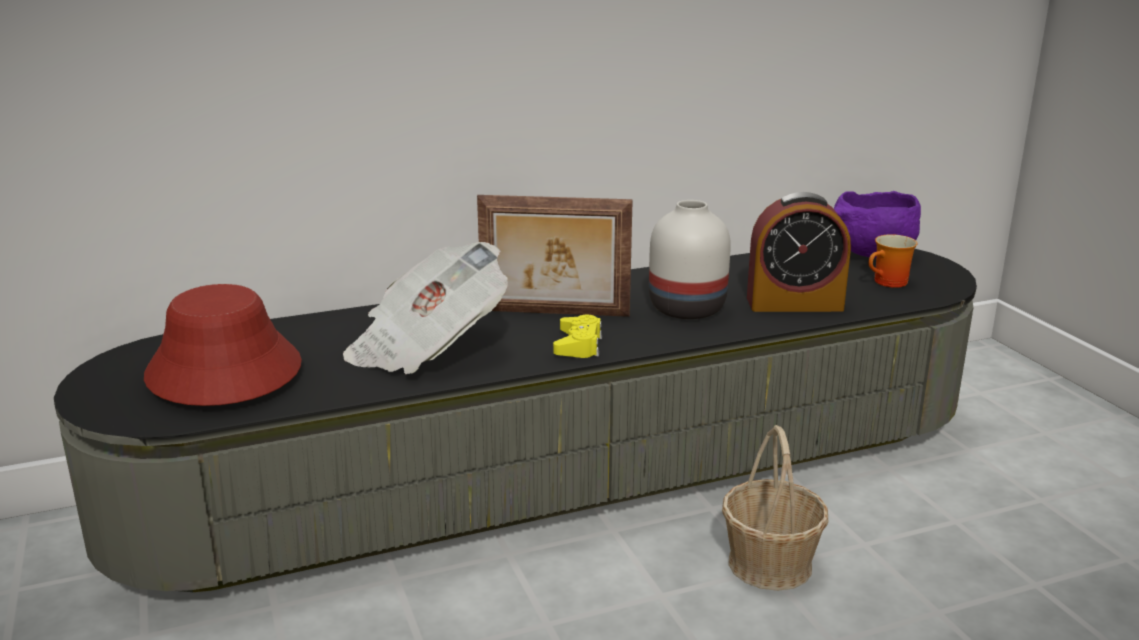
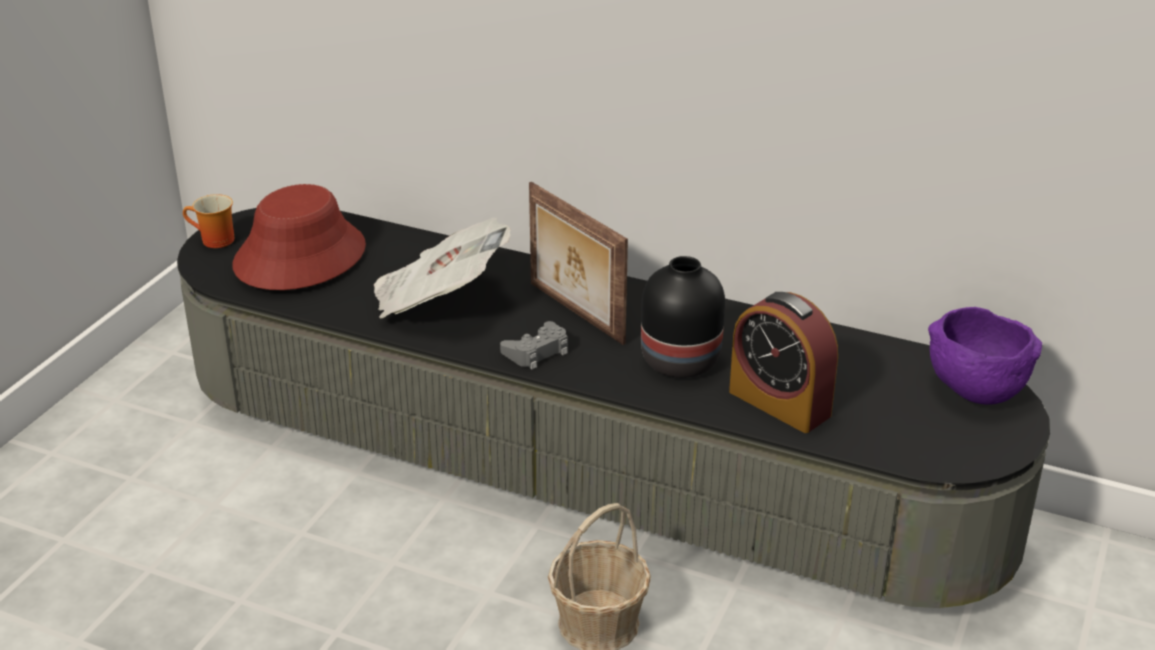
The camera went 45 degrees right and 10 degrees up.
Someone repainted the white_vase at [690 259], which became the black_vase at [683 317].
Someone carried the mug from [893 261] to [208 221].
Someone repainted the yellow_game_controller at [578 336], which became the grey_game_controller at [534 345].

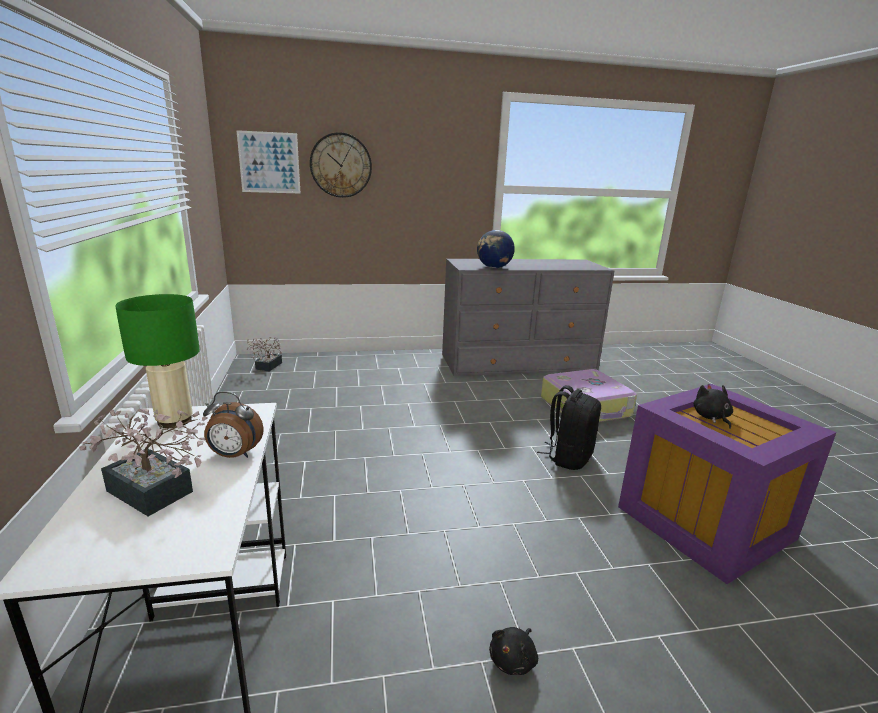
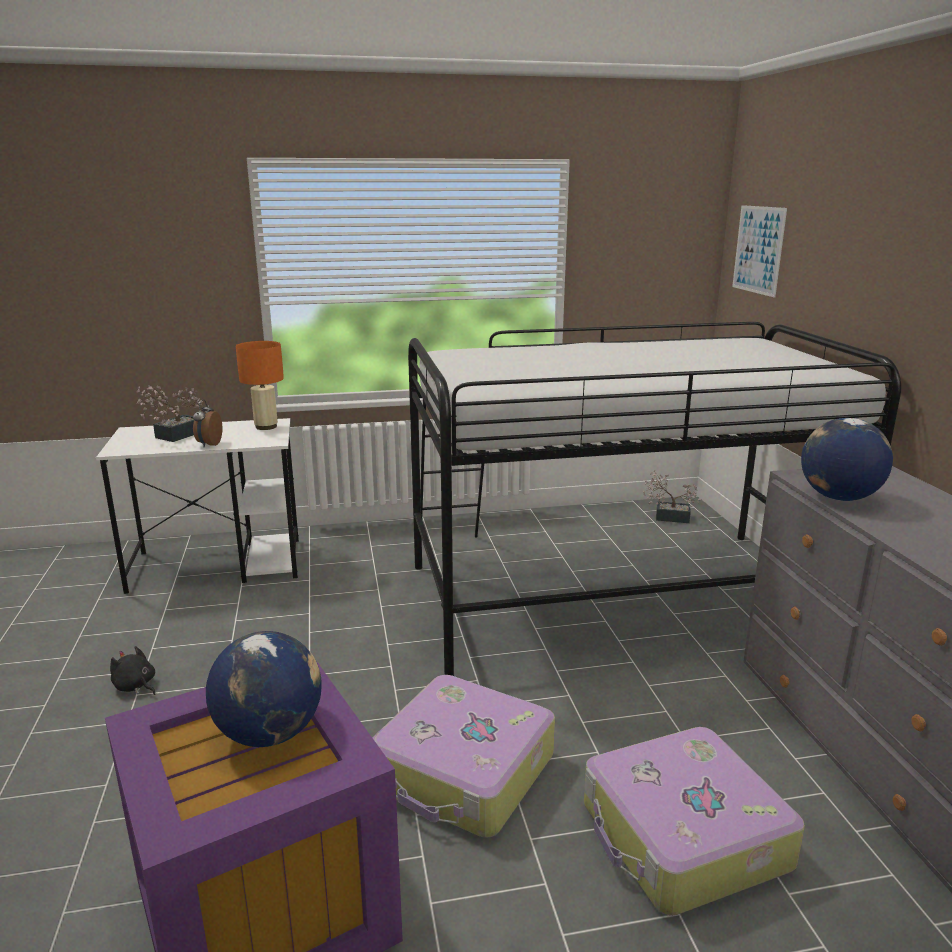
The camera went 90 degrees right and 0 degrees up.
Someone took away the wall_clock at [341 165].
Someone repainted the green_table_lamp at [157 361], which became the orange_table_lamp at [260 385].
Someone swapped the black_plush_toy at [713 406] for the globe at [264 689].
Someone swapped the black_backpack at [569 427] for the suitcase at [463 756].
Someone put down the black_bed at [654 499].

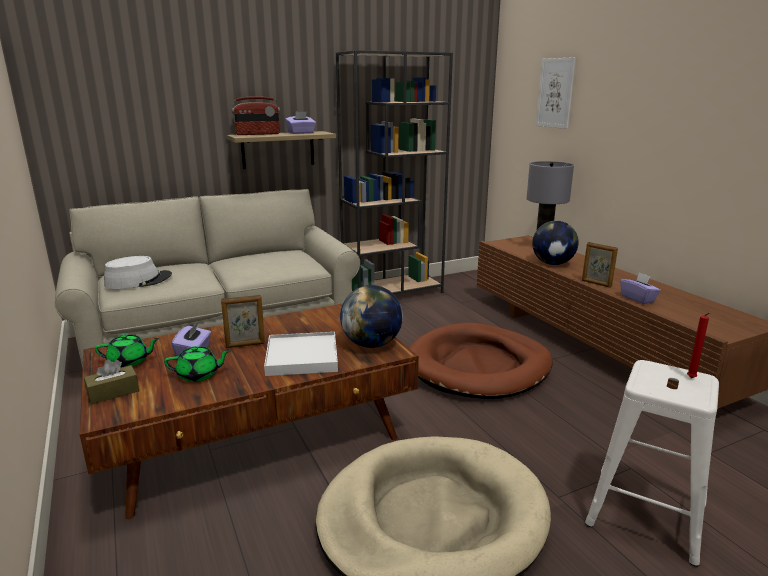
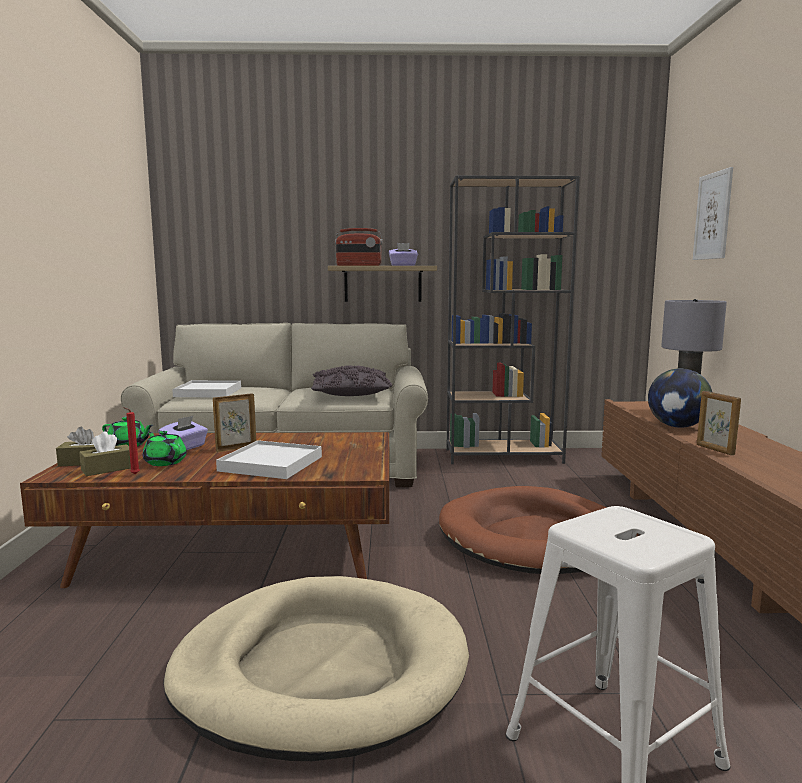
The camera went 25 degrees right and 10 degrees down.
Someone swapped the grey_hat at [138 272] for the white_tray at [206 388].
Someone took away the purple_tissue_box at [640 288].
Someone took away the globe at [371 316].
Someone rotated the picture_frame at [243 321] by 135 degrees clockwise.
Someone carried the red_candle from [698 345] to [131 441].
Someone rotated the green_teapot at [197 364] by 150 degrees counterclockwise.
Someone put down the black_pillow at [351 380].
Someone put down the brown_tissue_box at [105 453].

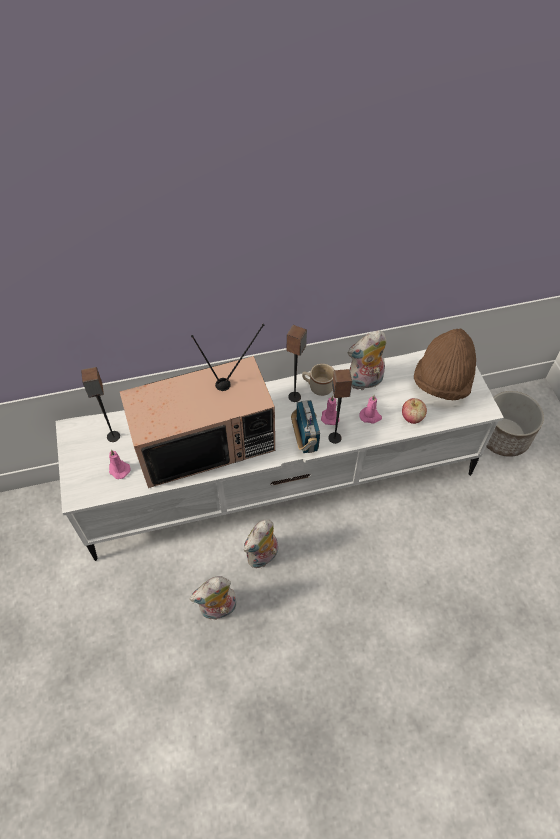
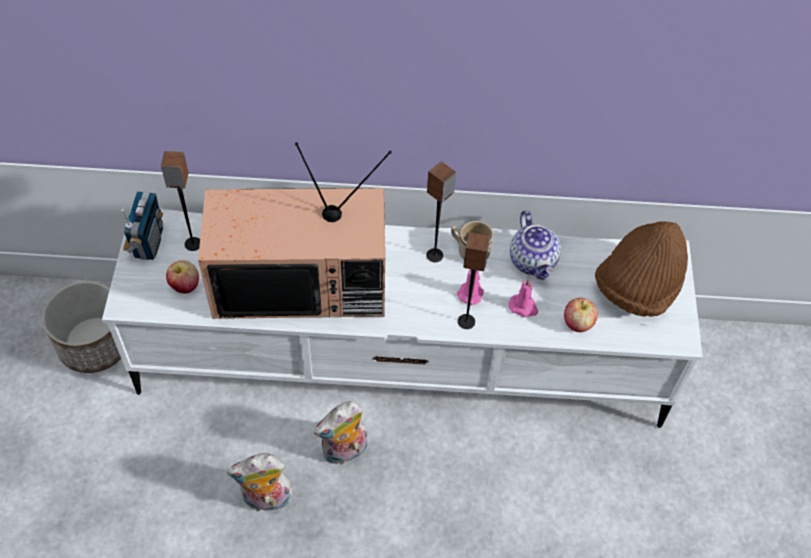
The camera went 15 degrees right and 0 degrees up.
Someone swapped the plush_toy at [367 360] for the teapot at [535 245].
Someone carried the planter from [515 424] to [81 327].
Someone carried the radio from [305 426] to [142 225].
Someone swapped the pink_candle at [119 464] for the apple at [182 276].

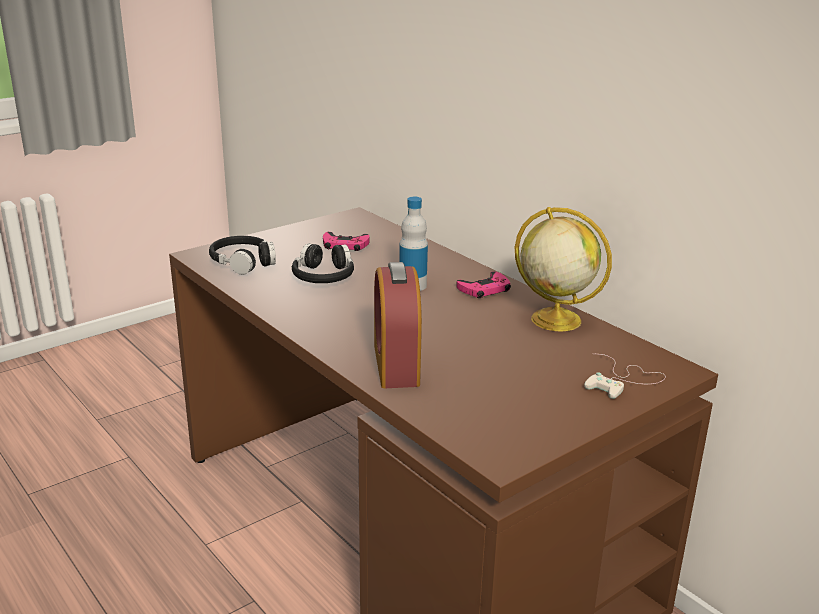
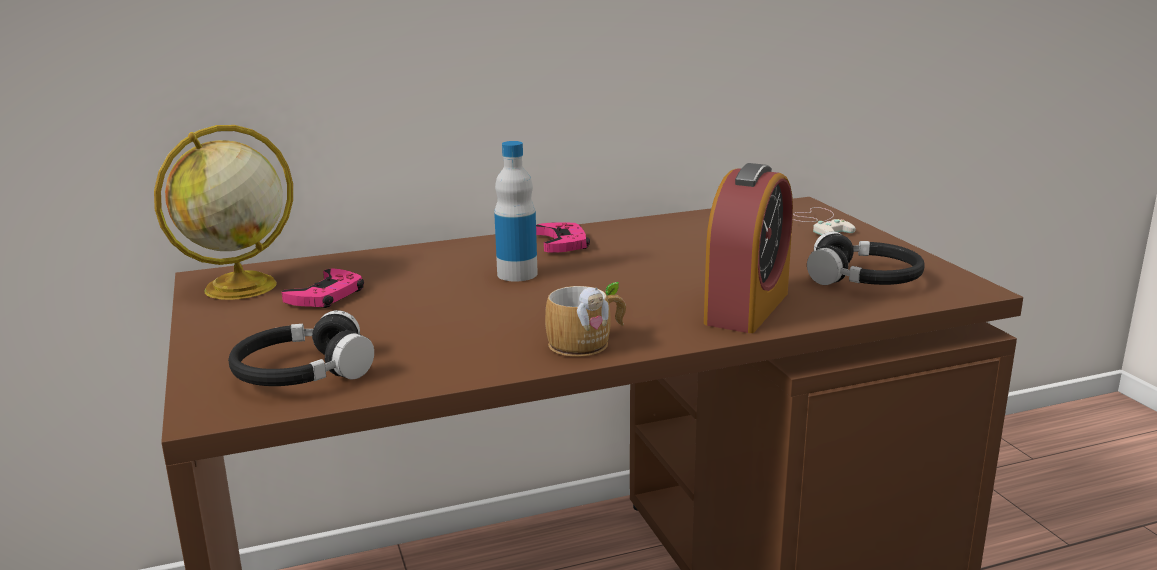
The camera went 70 degrees left and 5 degrees down.
Someone carried the globe from [563 269] to [223 212].
Someone carried the black_headphones from [323 263] to [866 258].
Someone rotated the alarm_clock at [398 325] by 75 degrees counterclockwise.
Someone put down the mug at [585 319].

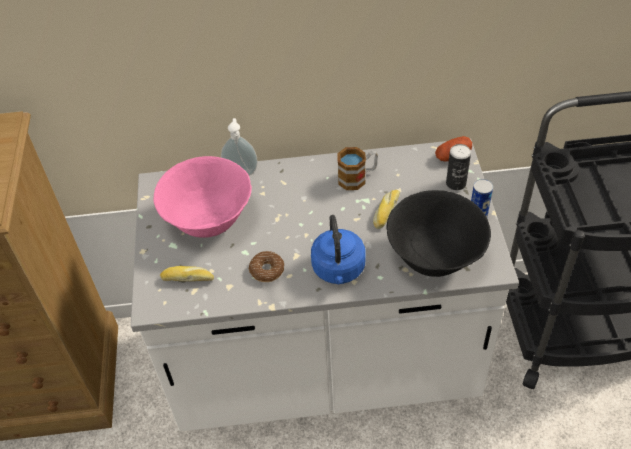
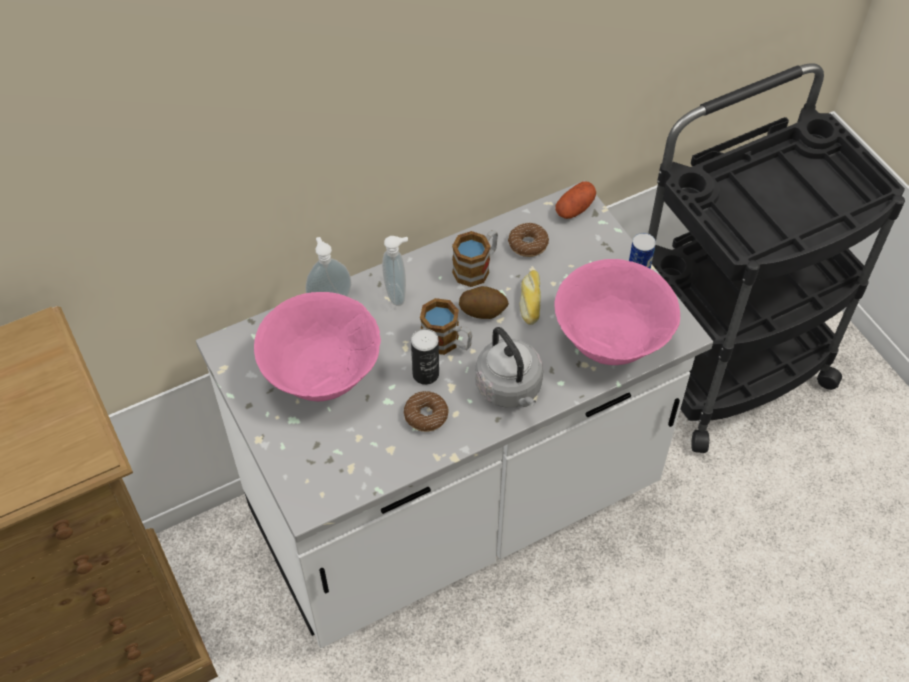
The camera went 25 degrees left and 5 degrees up.
Someone carried the can from [458 167] to [425 356].
Someone repainted the black_bowl at [439 233], which became the pink_bowl at [617 312].
Someone repainted the blue_kettle at [338 249], which became the grey_kettle at [509 367].
Someone took away the bread at [187 273].
Someone put down the donut at [528 240].
Someone put down the soap_dispenser at [395 271].
Someone put down the potato at [484 302].
Someone put down the mug at [446 326].

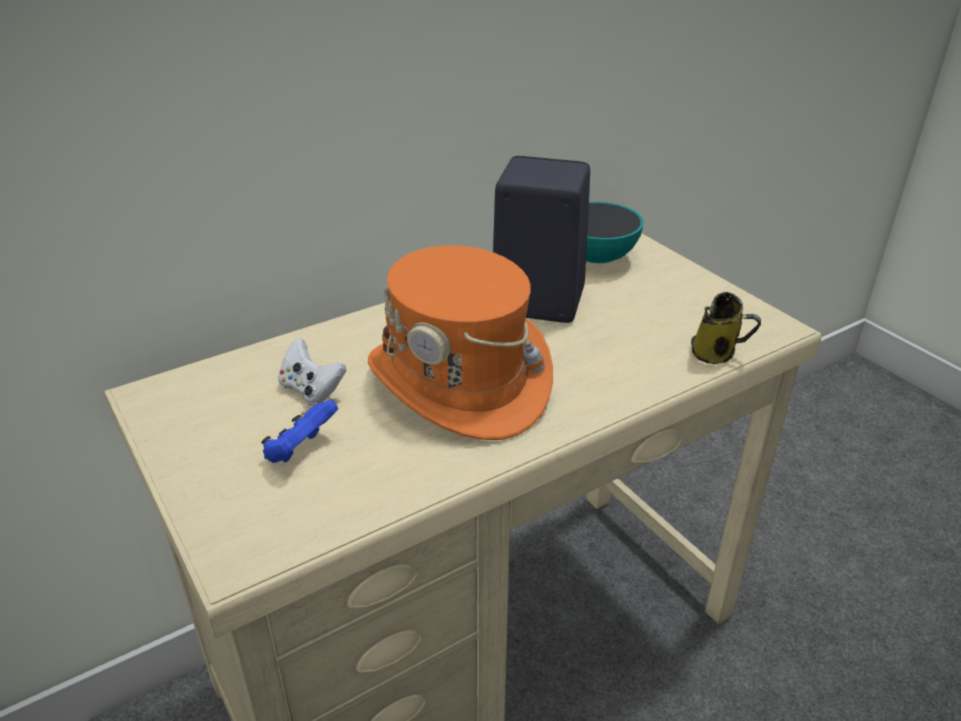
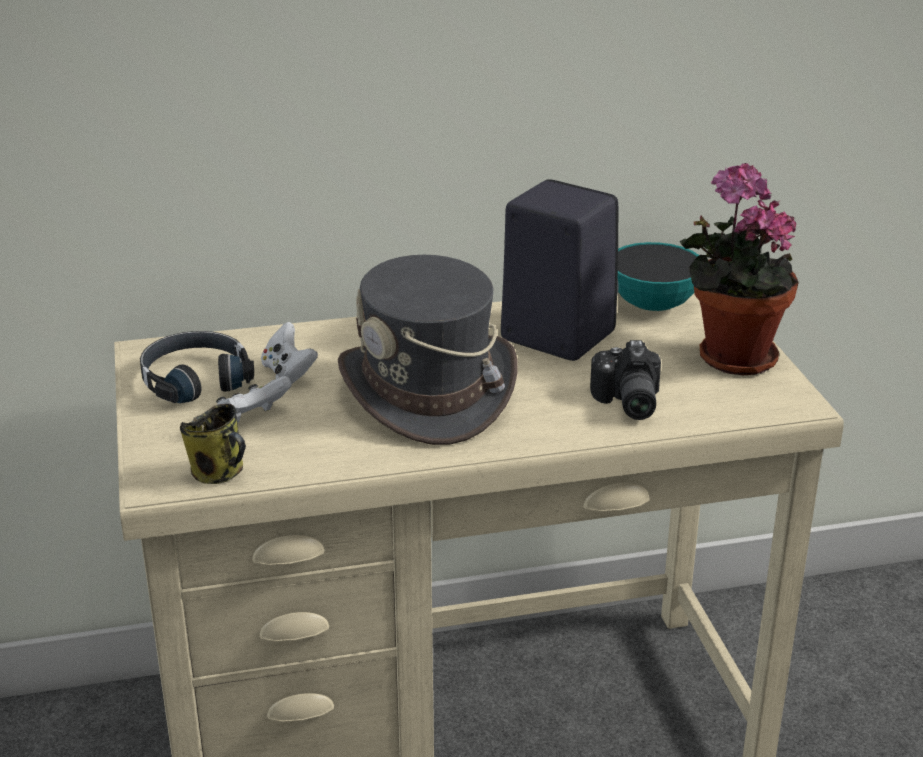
The camera went 20 degrees right and 5 degrees down.
Someone repainted the orange_hat at [460 342], which became the grey_hat at [428 350].
Someone carried the mug from [726 328] to [213 444].
Someone repainted the blue_game_controller at [299 431], which became the white_game_controller at [254 399].
Someone put down the potted_plant at [739 269].
Someone put down the black_headphones at [197 367].
Someone put down the photo_camera at [625 380].

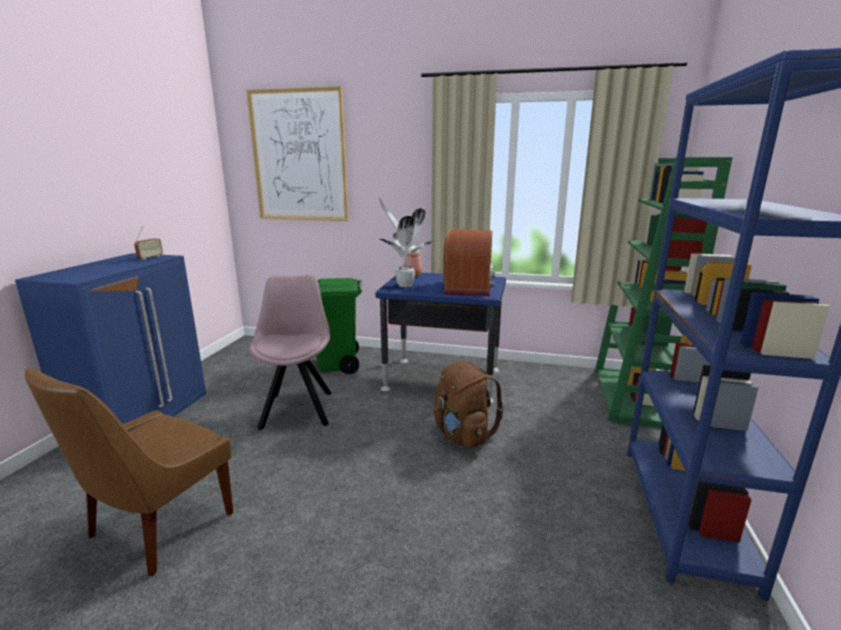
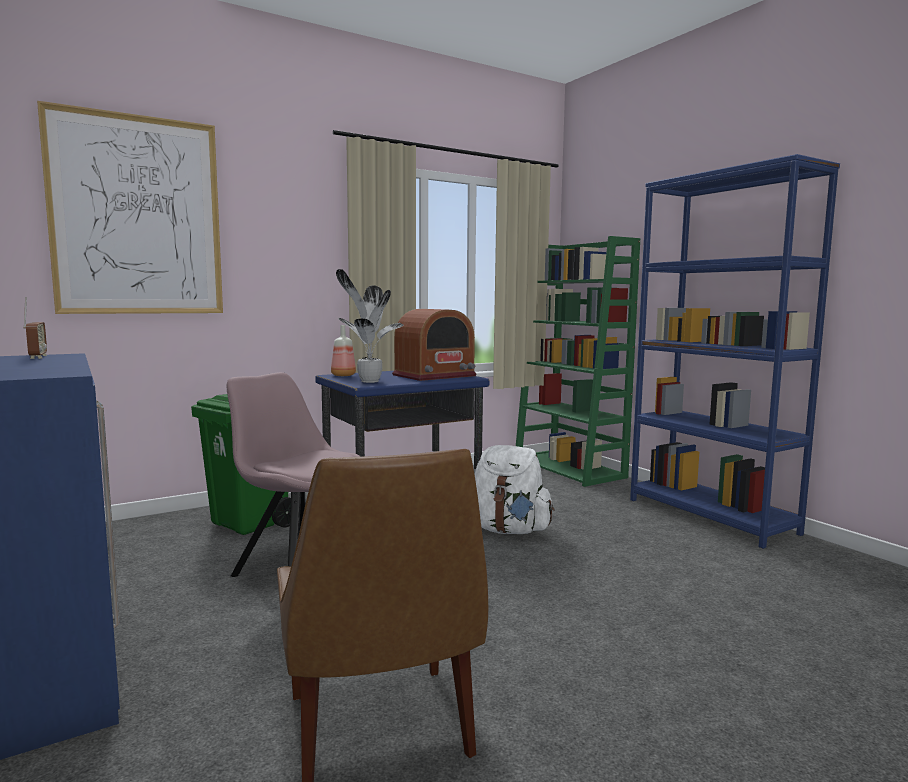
The camera went 45 degrees left and 10 degrees down.
Someone rotated the radio at [469 262] by 90 degrees clockwise.
Someone repainted the brown_backpack at [468 404], which became the white_backpack at [514 489].

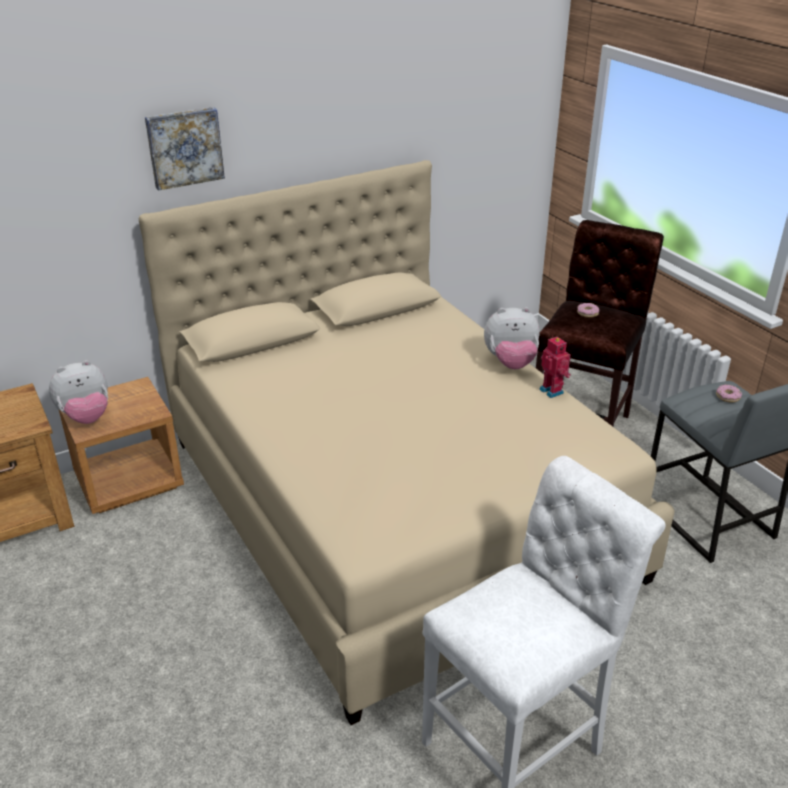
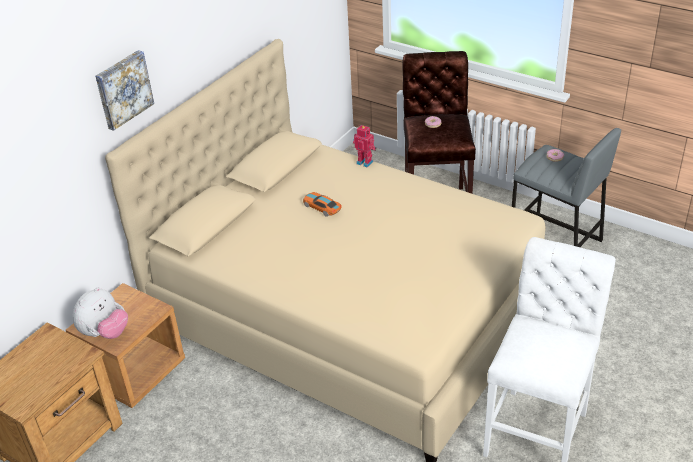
The camera went 25 degrees left and 5 degrees up.
Someone took away the plush_toy at [512 338].
Someone carried the toy_robot from [555 366] to [364 146].
Someone put down the toy_car at [322 204].

